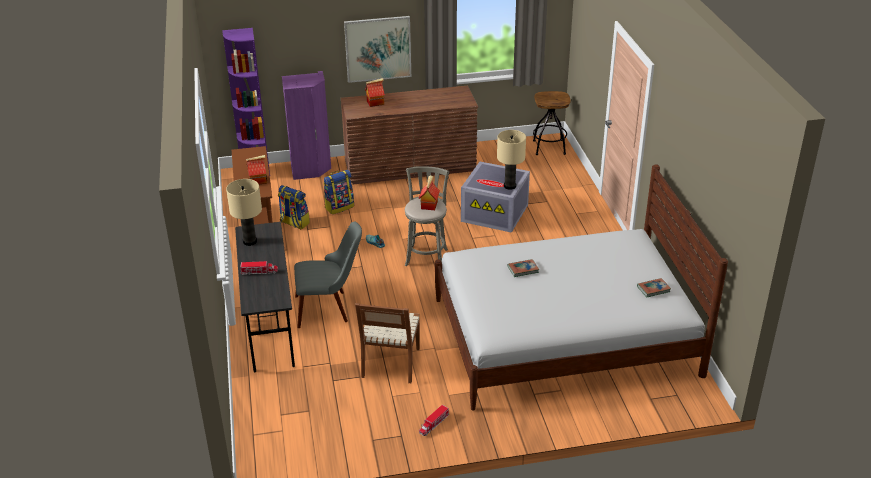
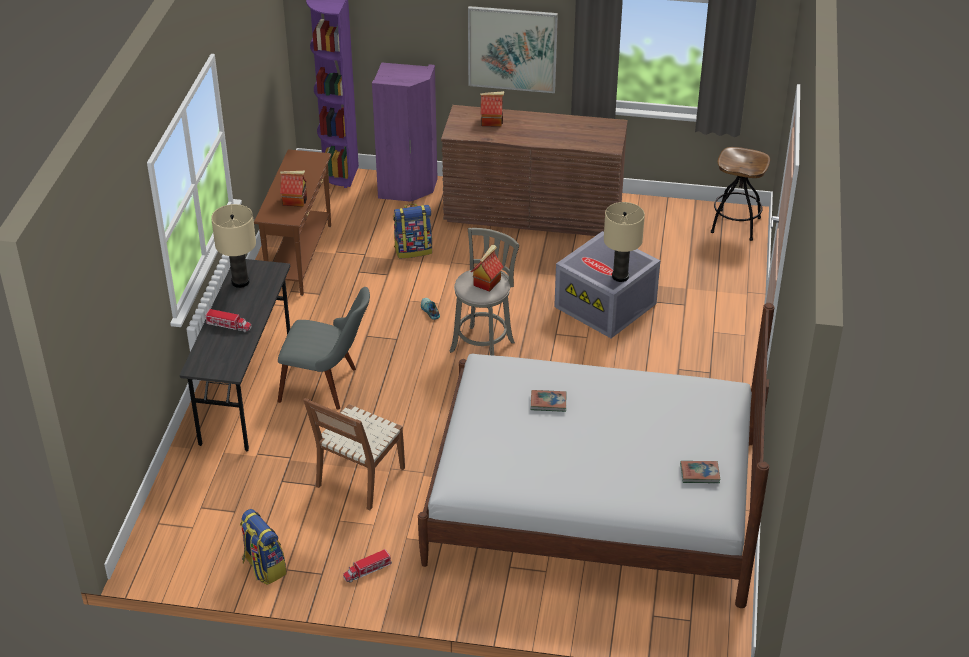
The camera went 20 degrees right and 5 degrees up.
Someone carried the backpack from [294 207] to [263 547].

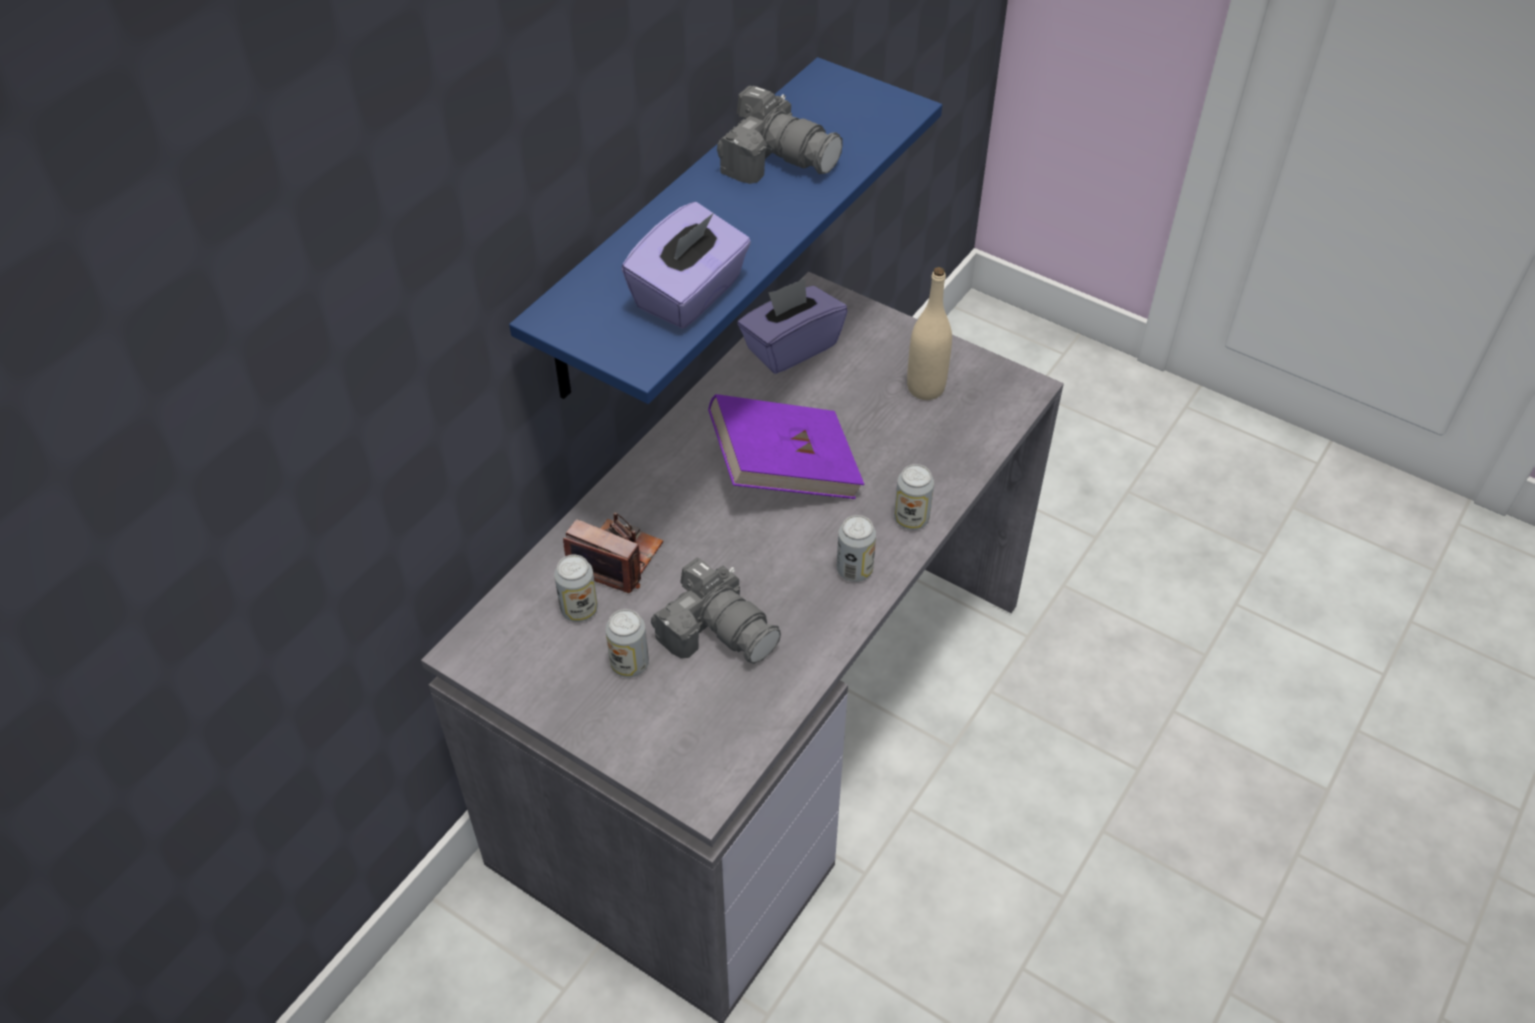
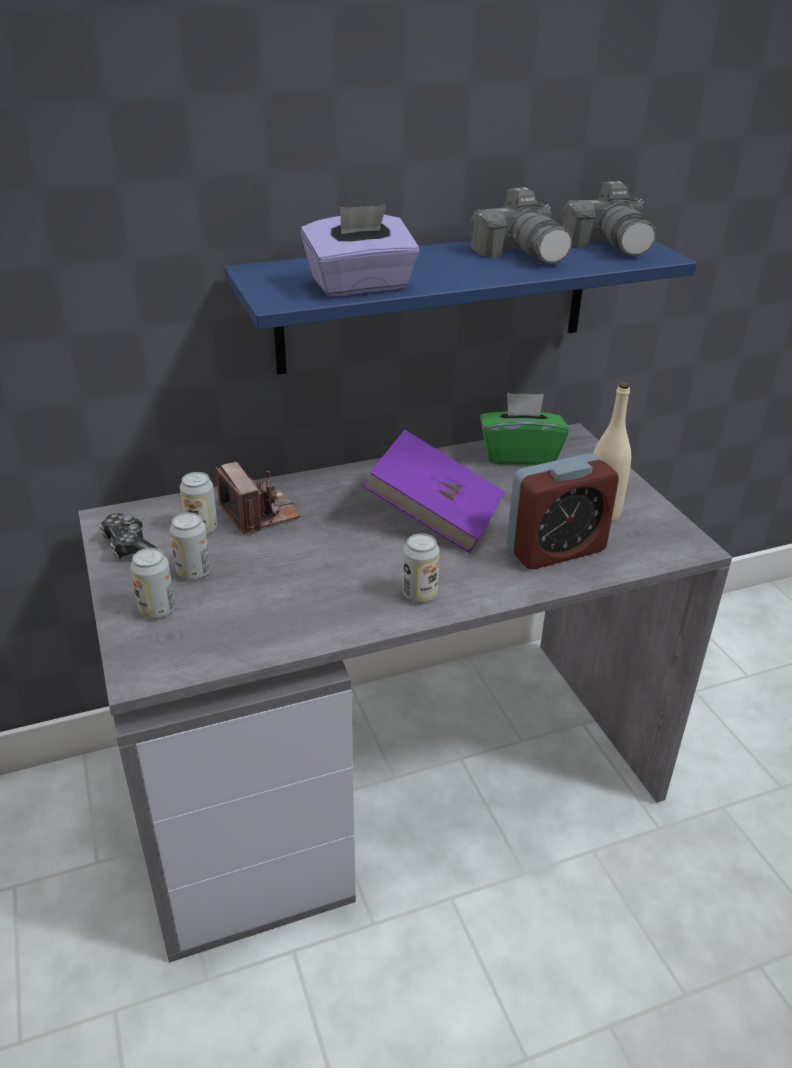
The camera went 35 degrees right and 15 degrees down.
Someone repainted the purple_tissue_box at [793 326], which became the green_tissue_box at [524 428].
Someone carried the can from [914 497] to [152 583].
Someone carried the photo_camera from [716 610] to [609 218].
Someone put down the alarm_clock at [563 511].
Someone put down the game_controller at [129 536].

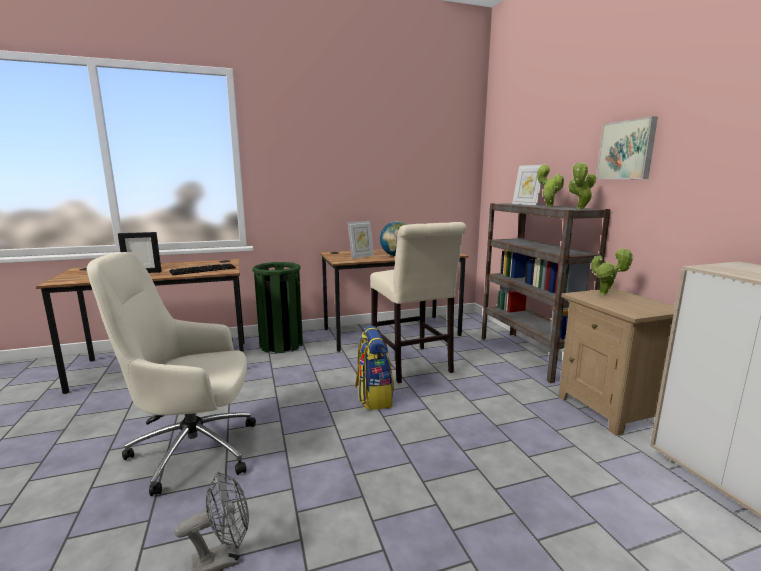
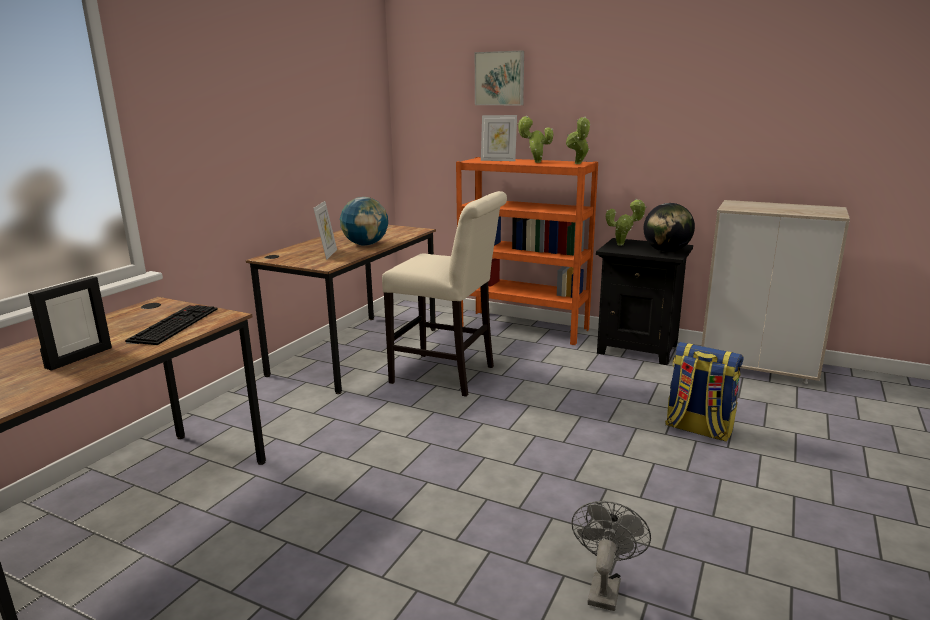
The camera went 45 degrees left and 5 degrees up.
Someone carried the picture from [627 147] to [499 78].
Someone repainted the grey_bookcase at [546 293], which became the orange_bookcase at [527 251].
Someone took away the beige_office_chair at [171 374].
Someone took away the green_trash_can at [277 307].
Someone repainted the beige_nightstand at [617 362], which became the black_nightstand at [644 301].
Someone carried the backpack from [374 368] to [704 392].
Someone put down the globe at [669 227].

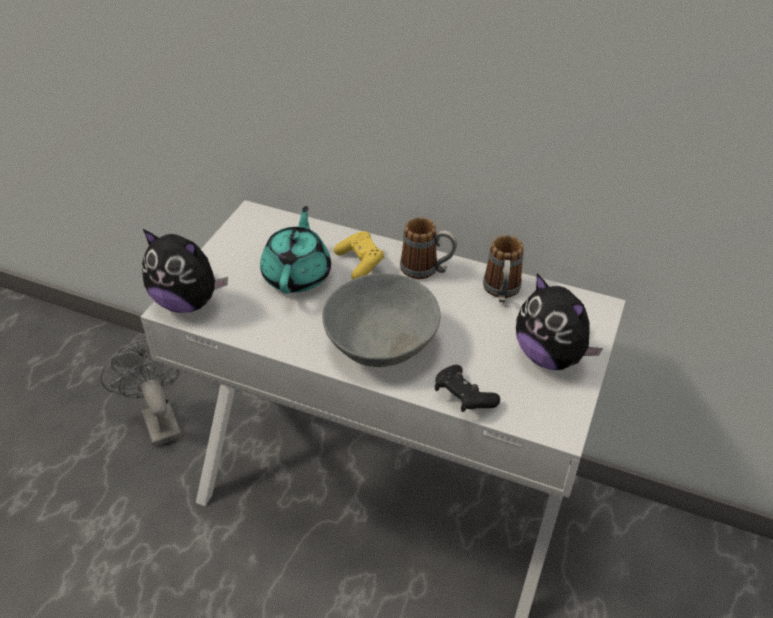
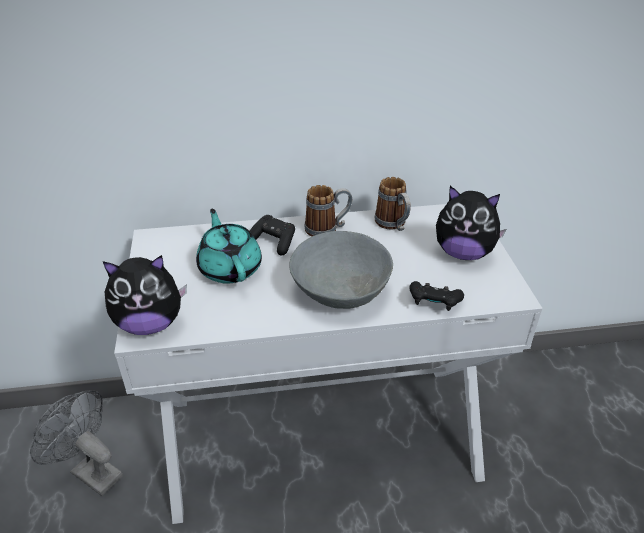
The camera went 30 degrees left and 5 degrees down.
Someone repainted the yellow_game_controller at [359 255], which became the black_game_controller at [272 235].

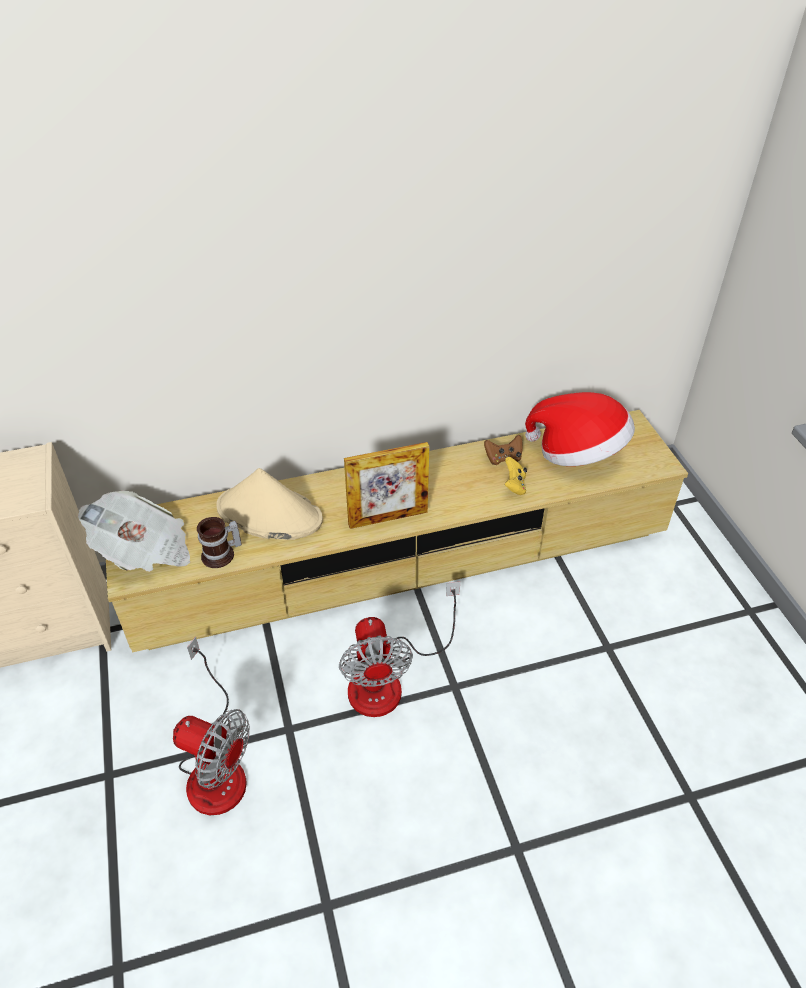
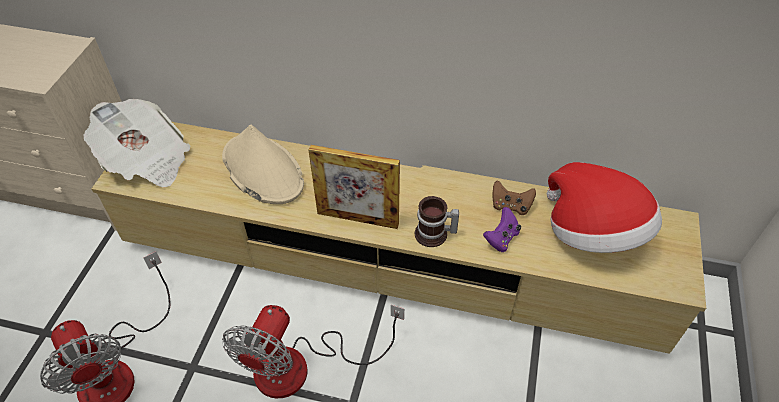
The camera went 30 degrees right and 5 degrees up.
Someone repainted the yellow_game_controller at [516 476], which became the purple_game_controller at [502 229].
Someone carried the mug from [219 542] to [437 221].

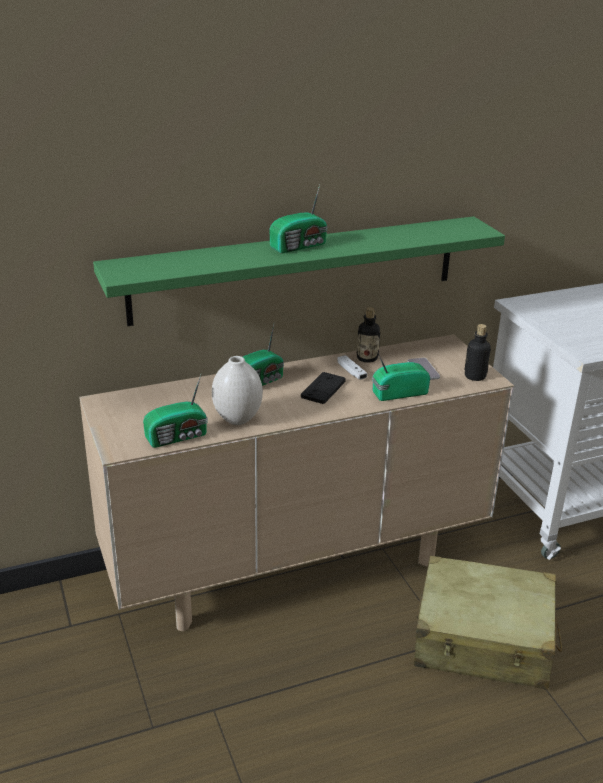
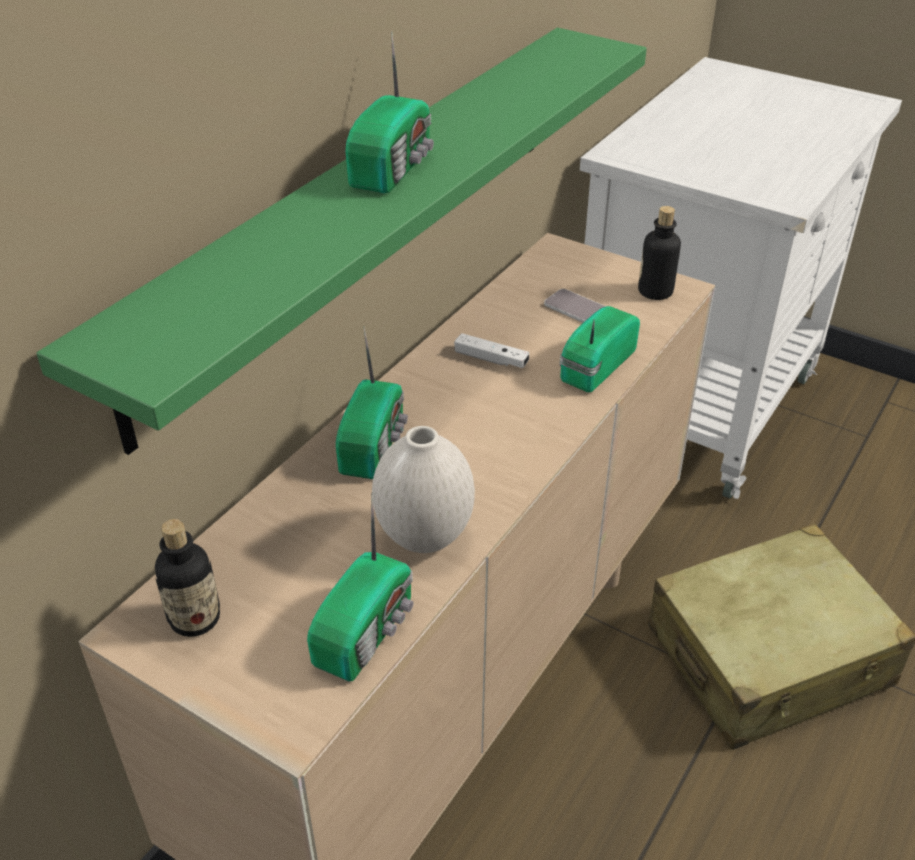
The camera went 35 degrees left and 10 degrees up.
Someone carried the bottle from [368 335] to [187 578].
Someone took away the black_game_controller at [323 388].

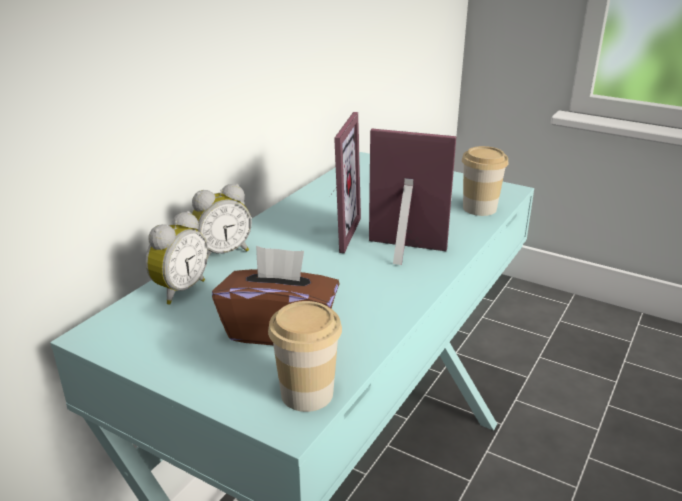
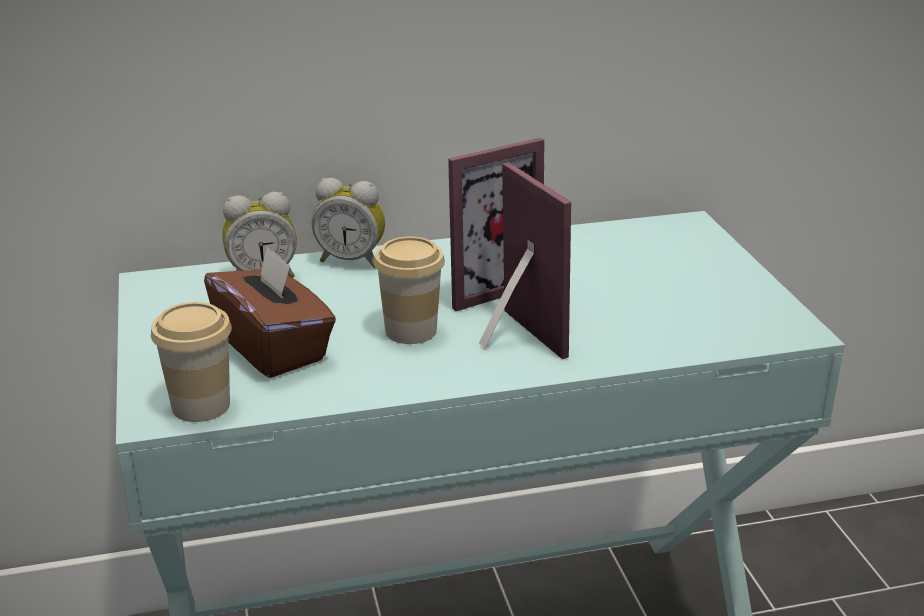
The camera went 45 degrees right and 0 degrees up.
Someone carried the cup from [485 181] to [409 290].

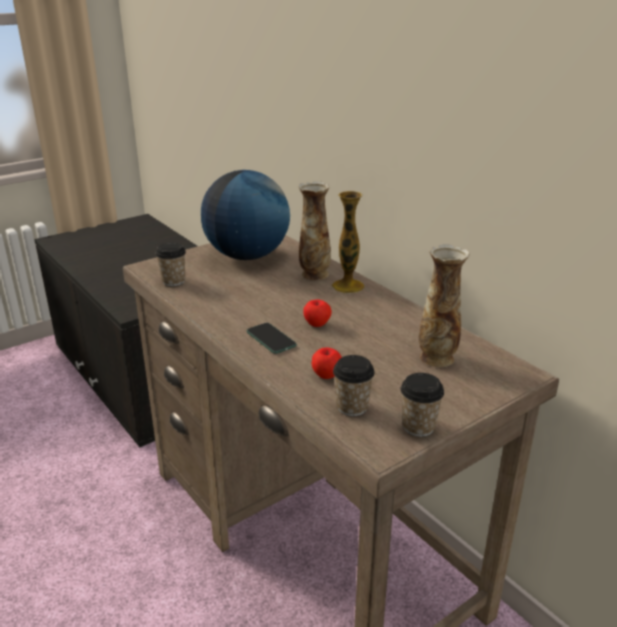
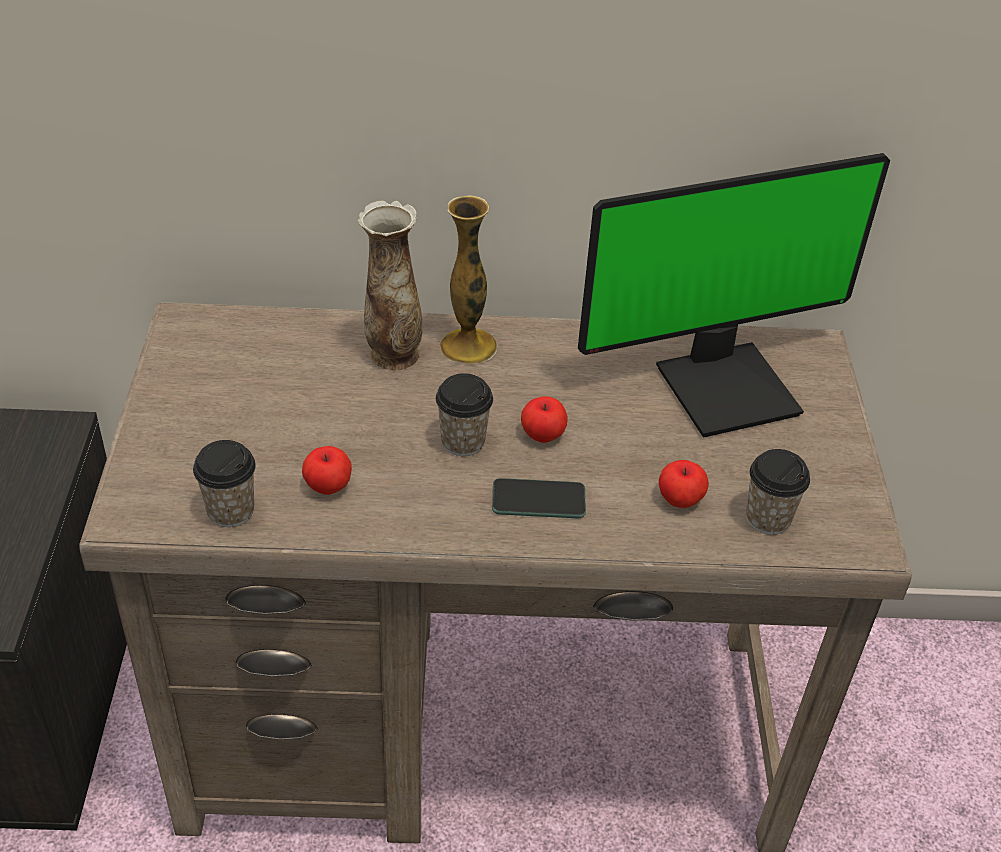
The camera went 55 degrees left and 15 degrees up.
Someone took away the globe at [245 215].
Someone swapped the vase at [444 305] for the monitor at [734 295].
Someone carried the cup from [422 405] to [464 414].
Someone put down the apple at [327 470].

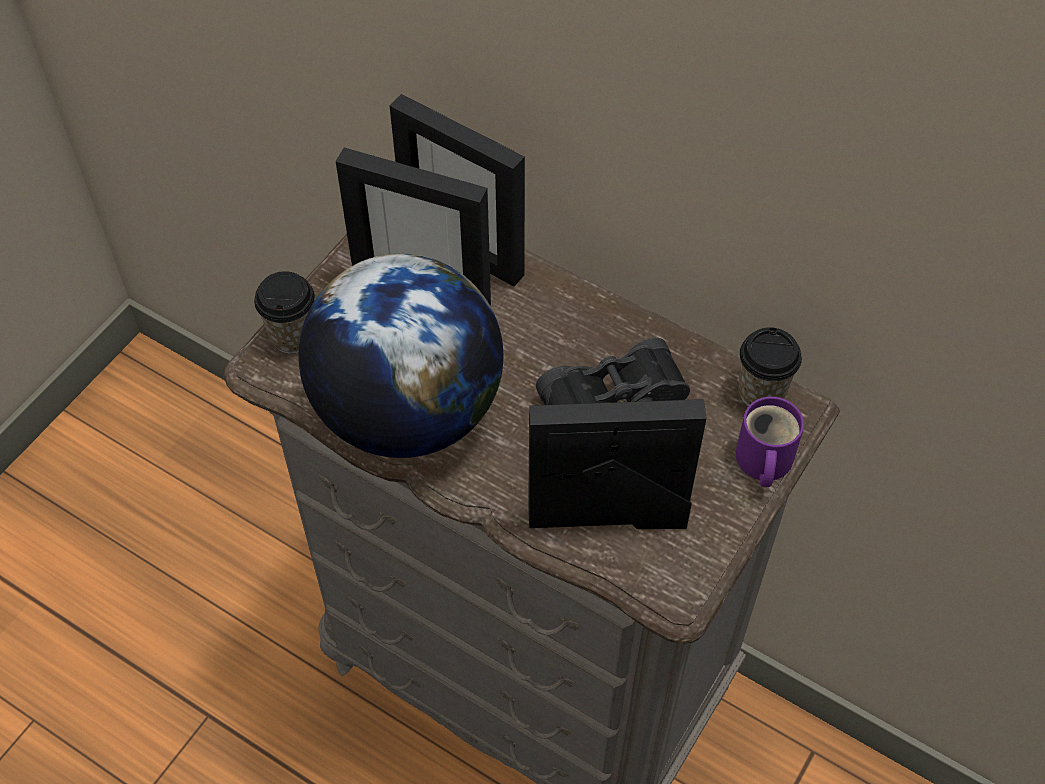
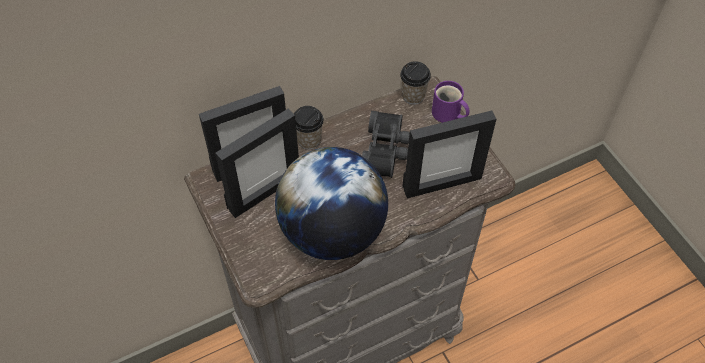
The camera went 60 degrees left and 0 degrees up.
Someone carried the cup from [284 312] to [309 128].
Someone rotated the picture_frame at [617 464] by 135 degrees counterclockwise.

